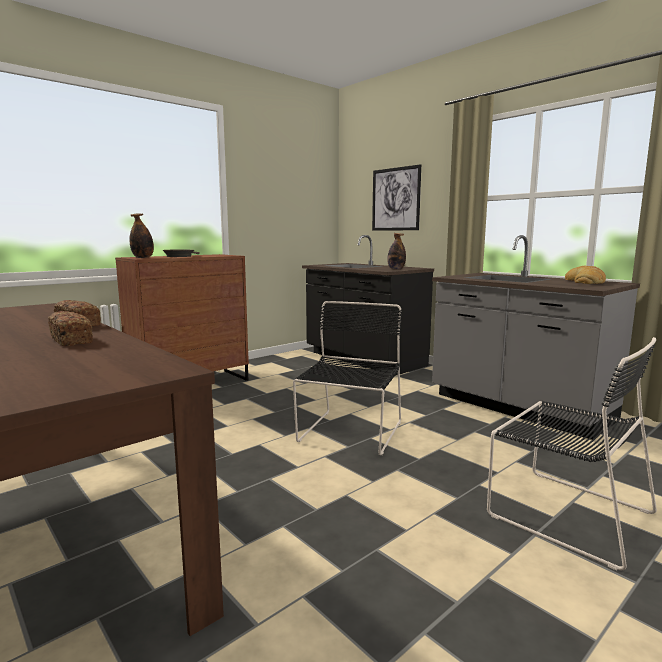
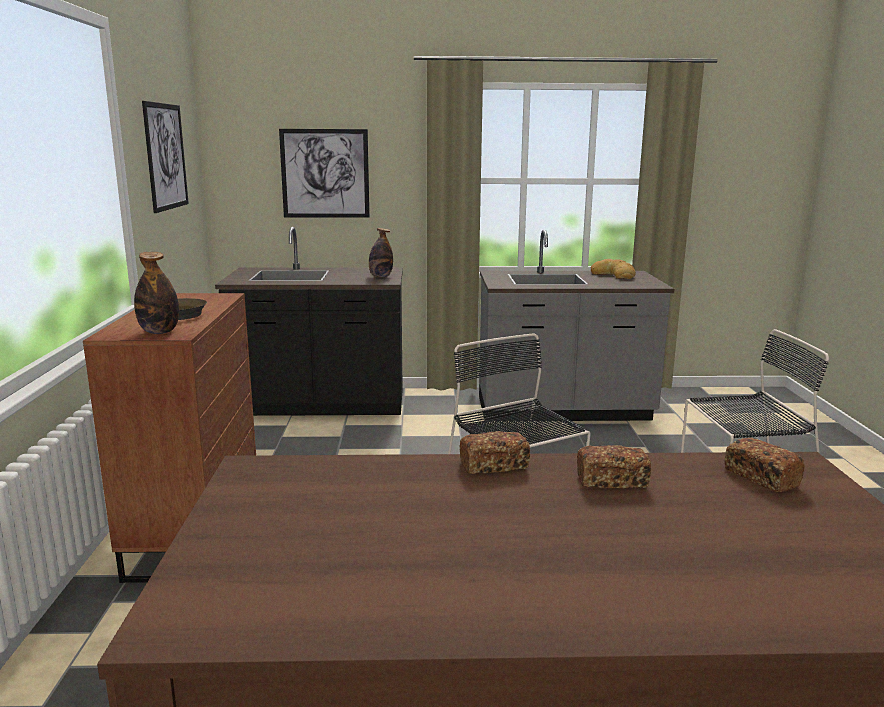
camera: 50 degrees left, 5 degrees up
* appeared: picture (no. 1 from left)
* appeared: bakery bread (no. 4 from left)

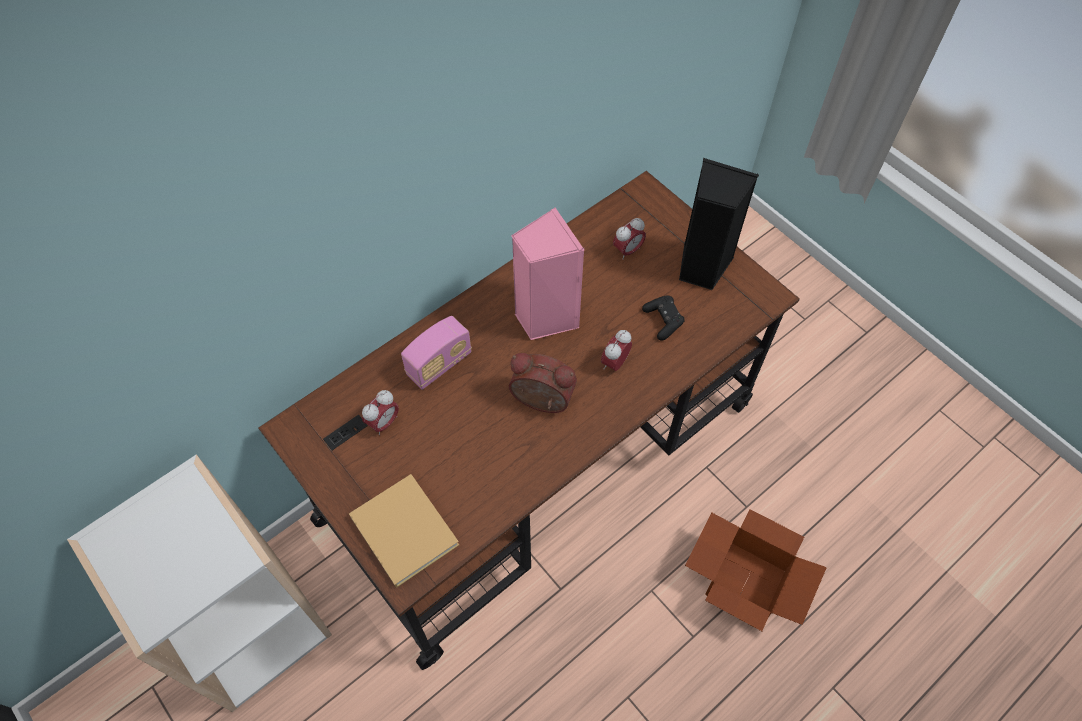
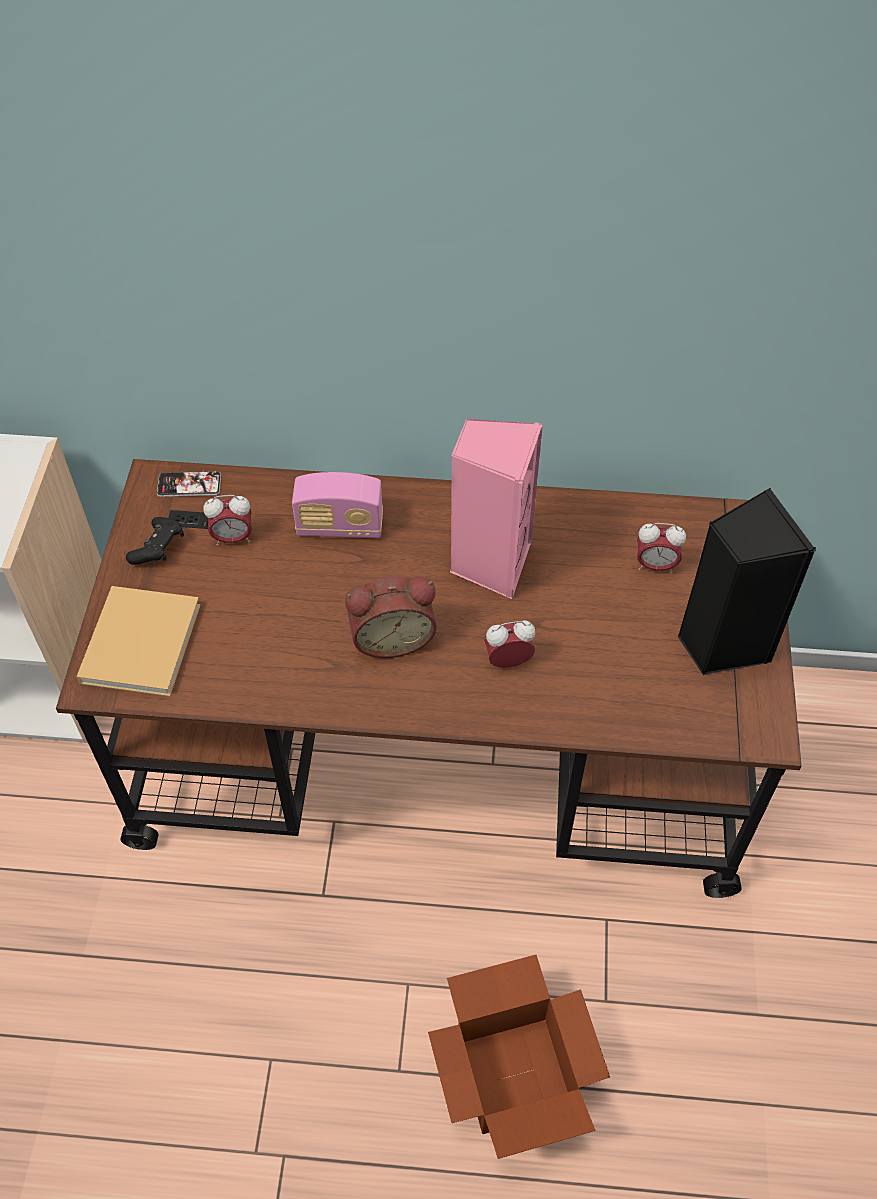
camera: 45 degrees right, 5 degrees down
* relocated: gamepad in black
* spun: alarm clock (no. 2 from left) 105 degrees clockwise
* appeared: handset

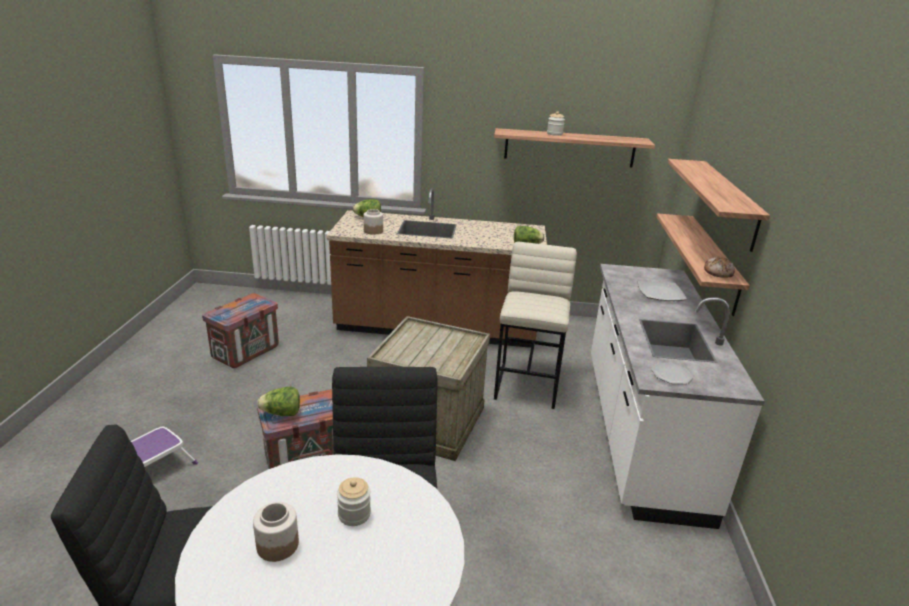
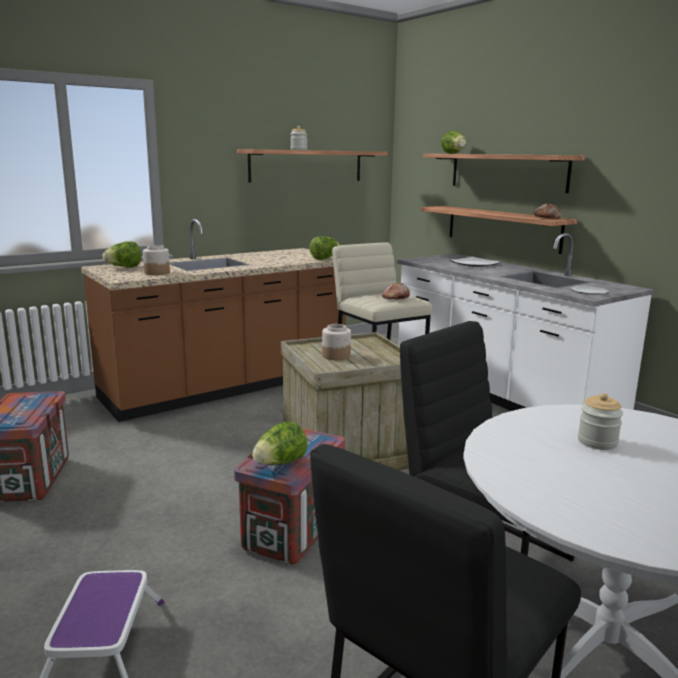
camera: 40 degrees left, 10 degrees down
* relocated: storage jar (no. 1 from left in the first image) to storage jar (no. 3 from left)
* appeared: lettuce head (no. 4 from left)
* appeared: bakery bread (no. 1 from left)

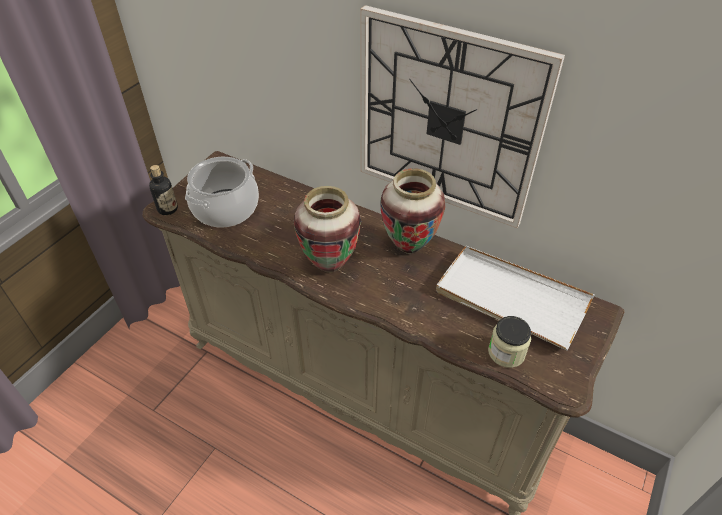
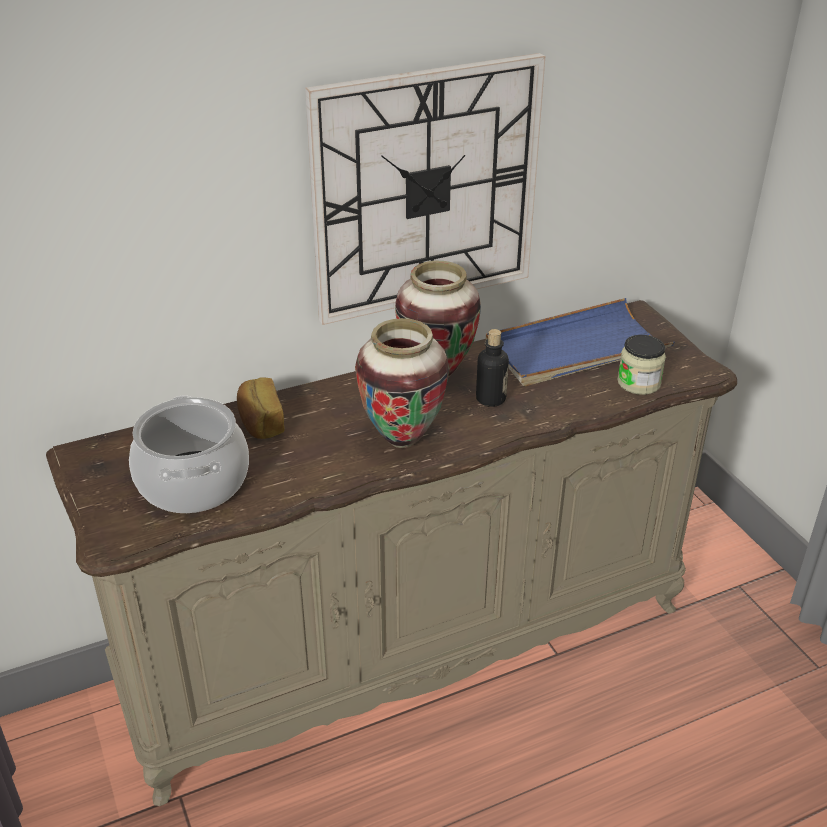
camera: 55 degrees left, 10 degrees down
* relocated: bottle
* colour: serving tray in white-coloured to serving tray in blue-coloured
* appeared: bakery bread

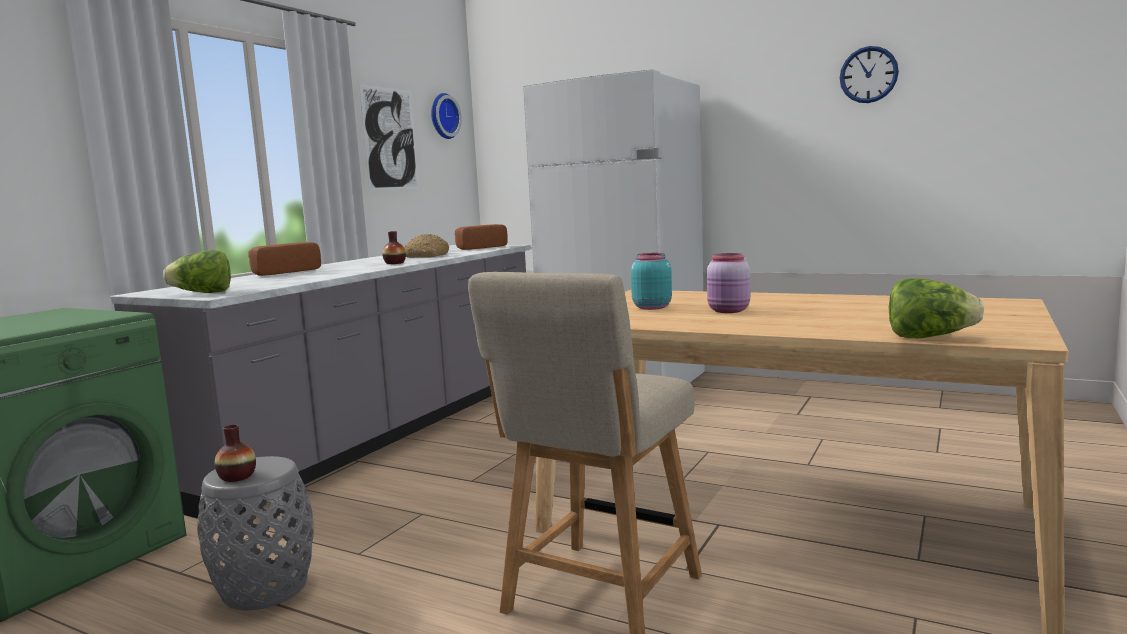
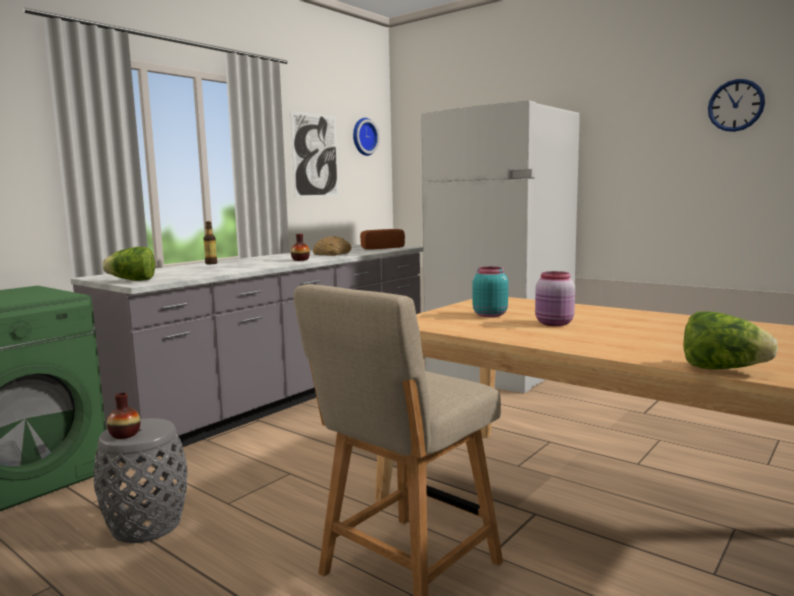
camera: 10 degrees right, 0 degrees up
* exchanged: bakery bread (no. 1 from left) to bottle

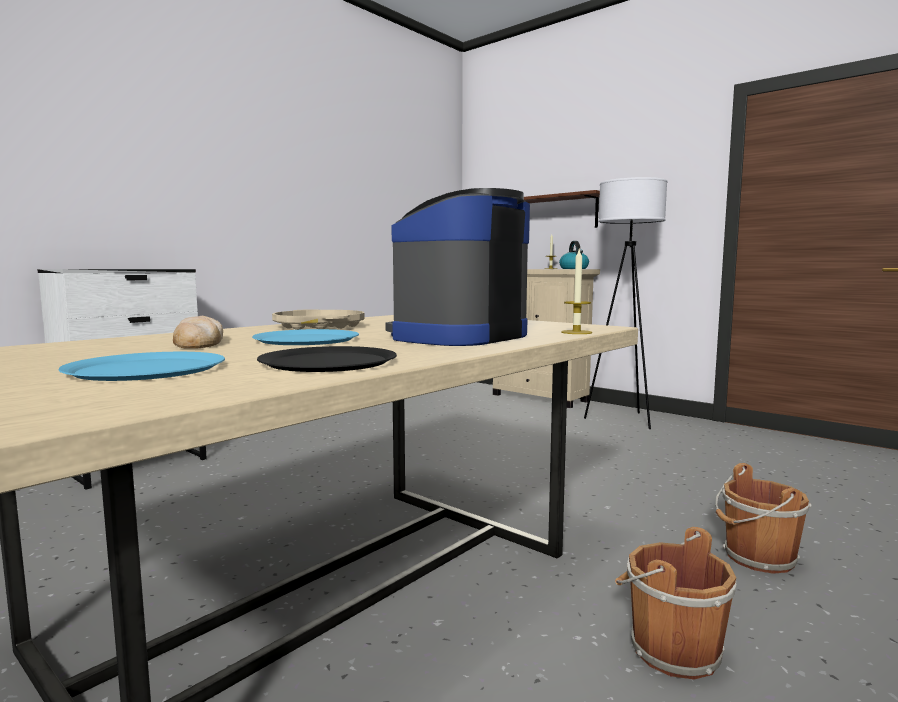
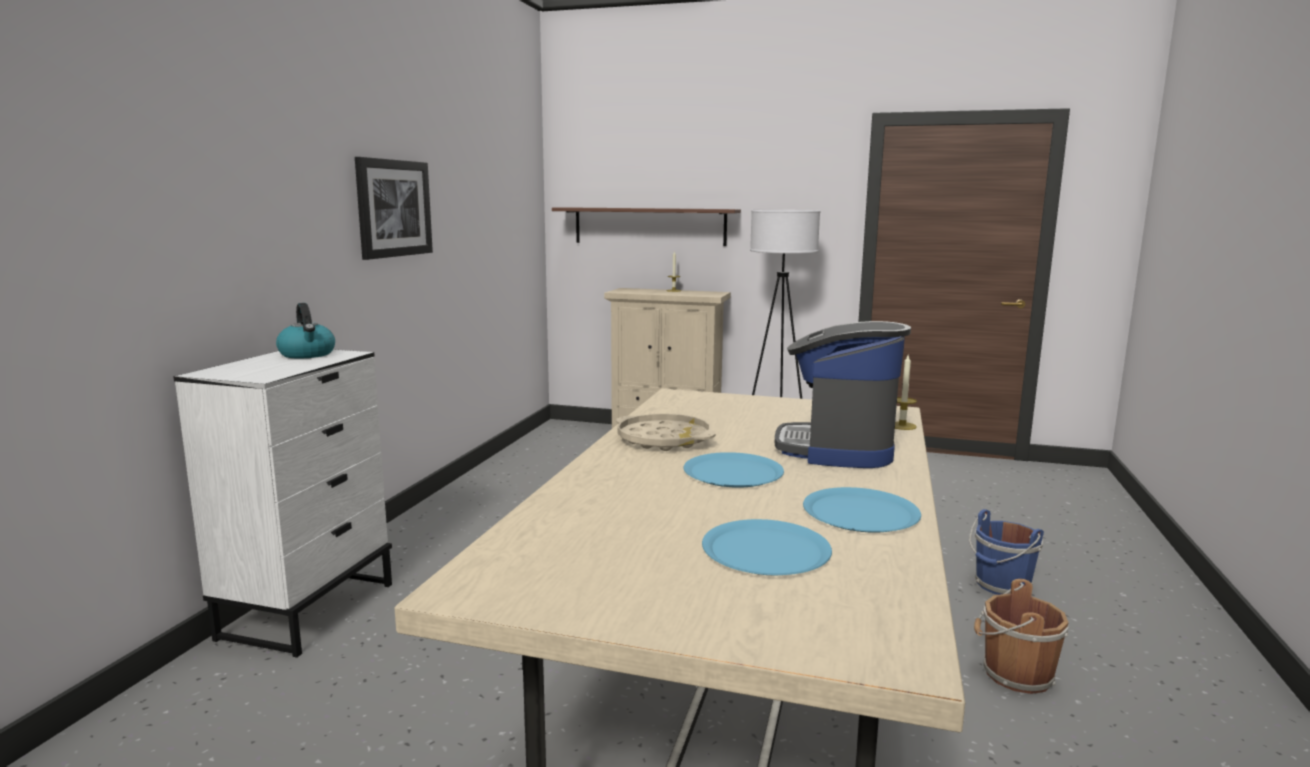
camera: 25 degrees left, 5 degrees up
* relocated: kettle
* missing: bakery bread
* colour: plate in black to plate in blue-coloured (no. 3 from left)
* colour: pail in brown-coloured (no. 2 from left) to pail in blue-coloured
* appeared: picture

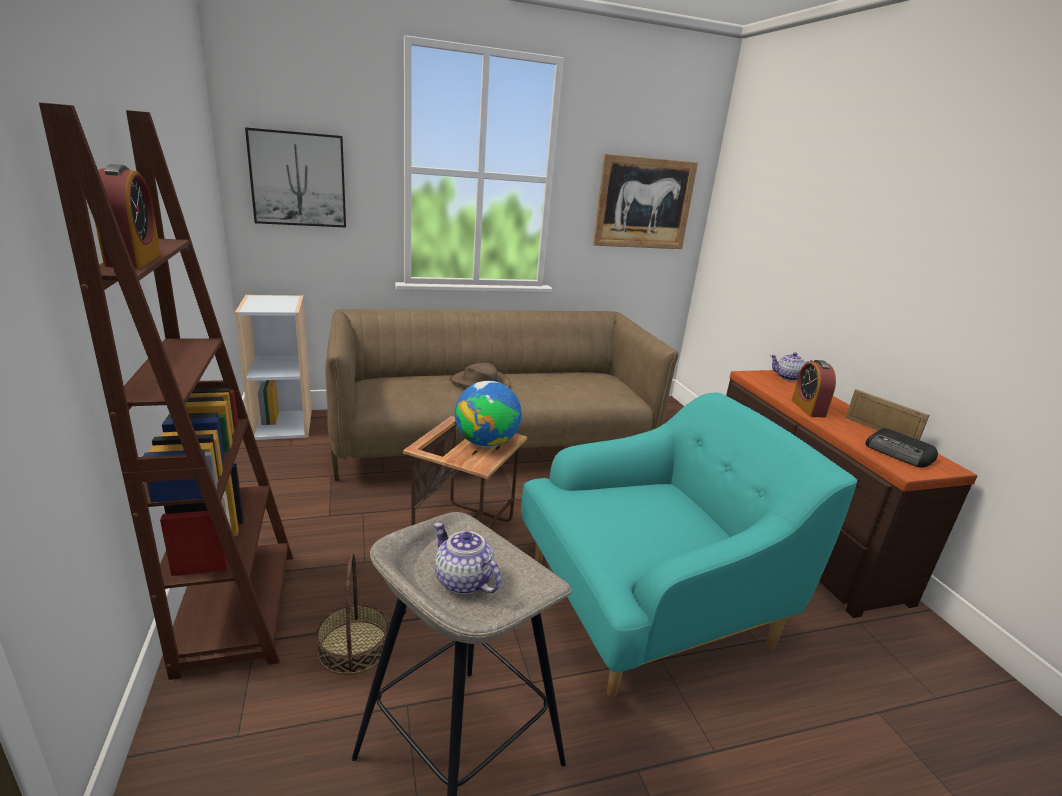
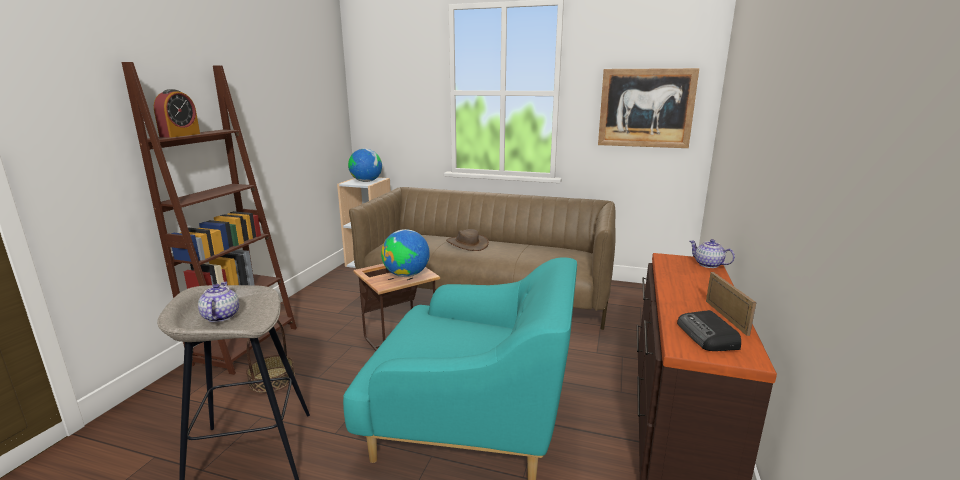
camera: 35 degrees right, 5 degrees down
* missing: picture (no. 1 from left)
* missing: alarm clock (no. 2 from left)
* appeared: globe (no. 1 from left)

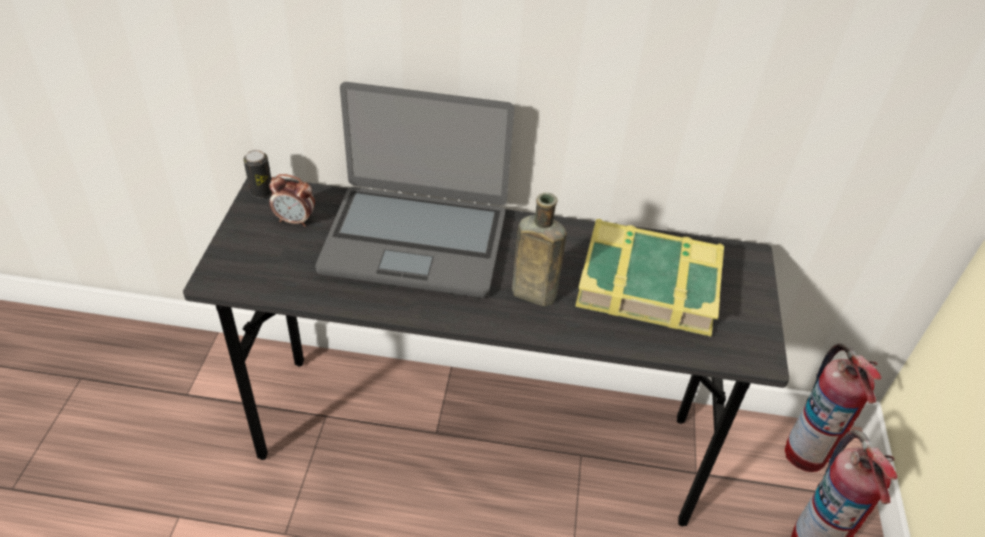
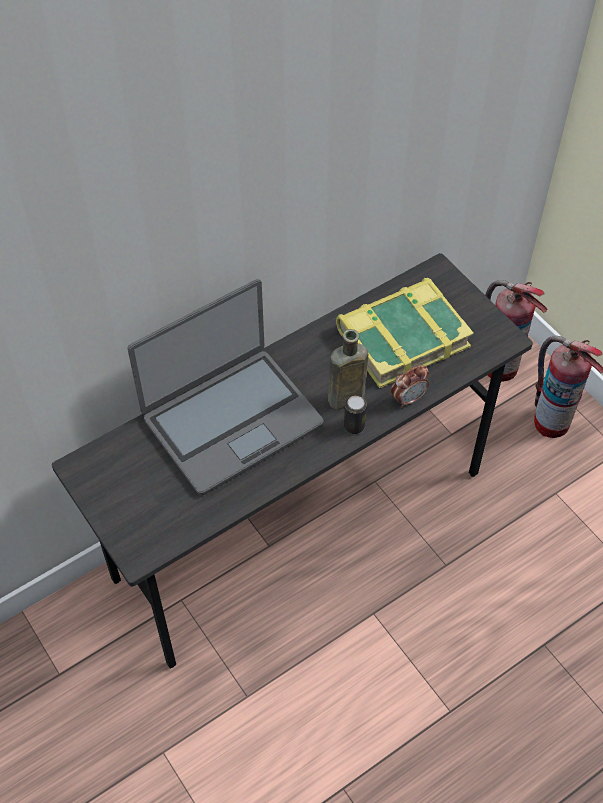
camera: 40 degrees left, 10 degrees up
* relocated: can
* relocated: alarm clock

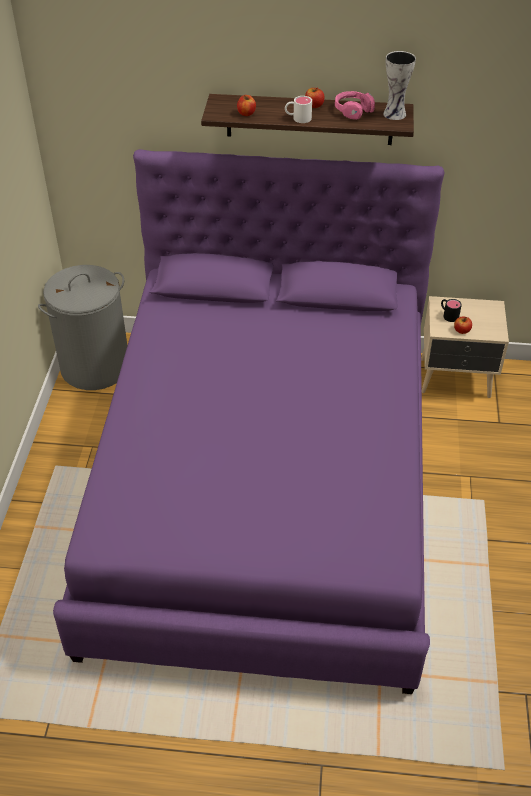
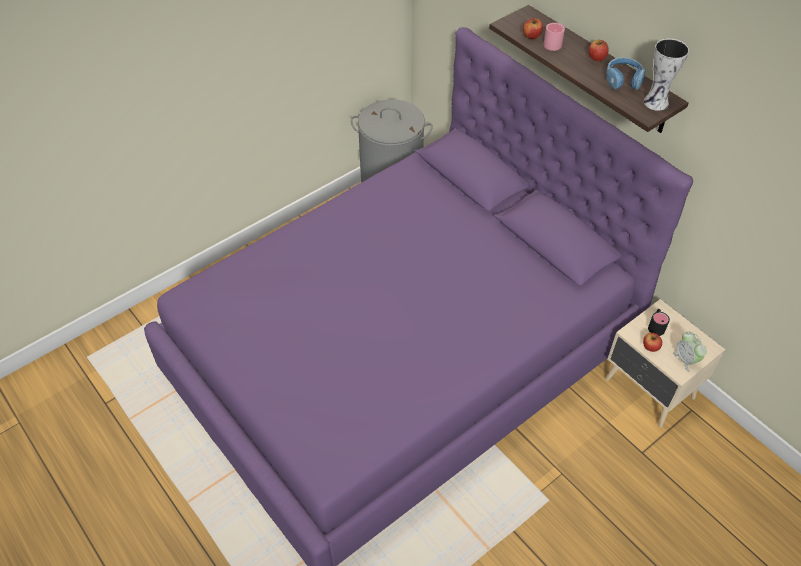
camera: 45 degrees right, 5 degrees up
* colour: headphones in pink-coloured to headphones in blue-coloured
* missing: coffee mug in white-coloured
* appeared: coffee mug in pink-coloured
* appeared: alarm clock

